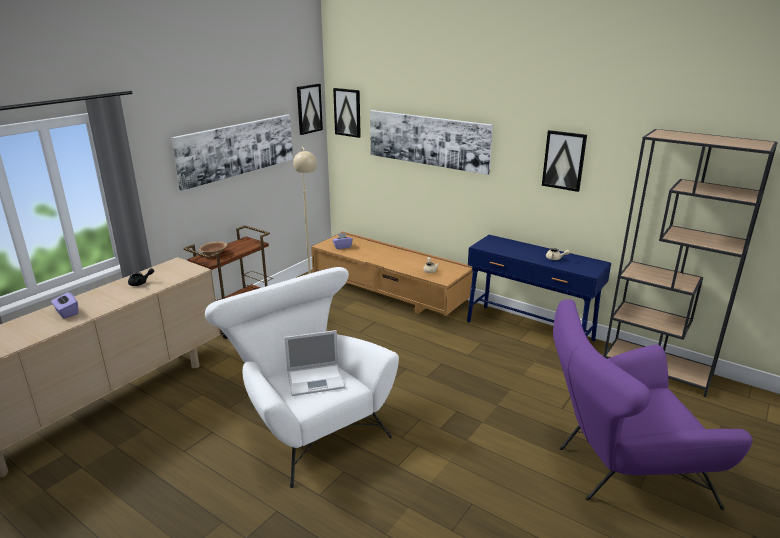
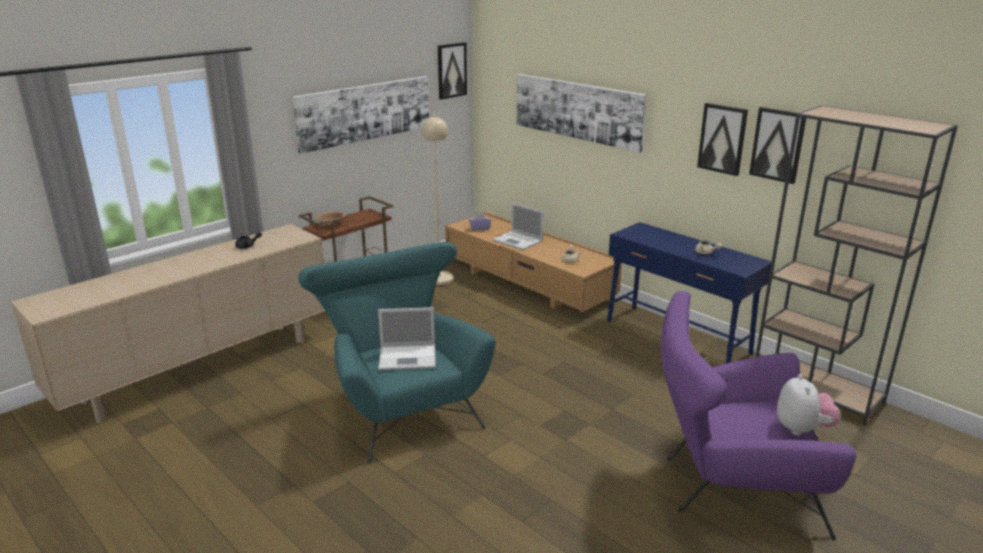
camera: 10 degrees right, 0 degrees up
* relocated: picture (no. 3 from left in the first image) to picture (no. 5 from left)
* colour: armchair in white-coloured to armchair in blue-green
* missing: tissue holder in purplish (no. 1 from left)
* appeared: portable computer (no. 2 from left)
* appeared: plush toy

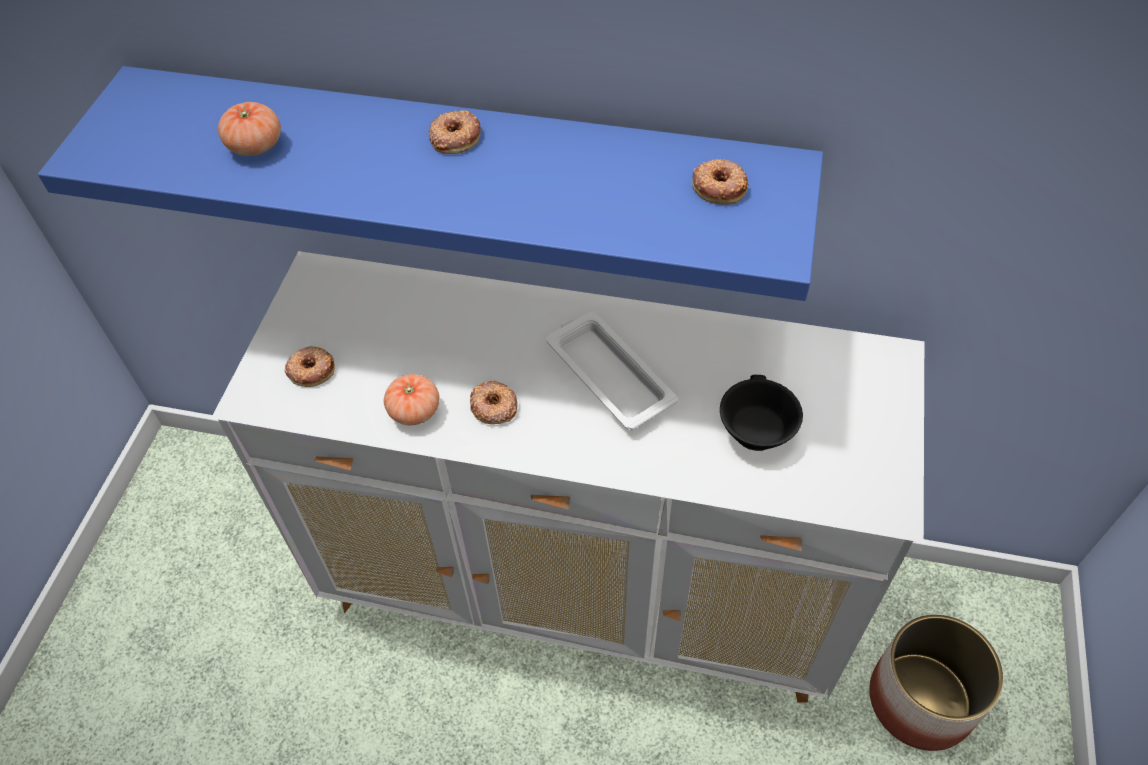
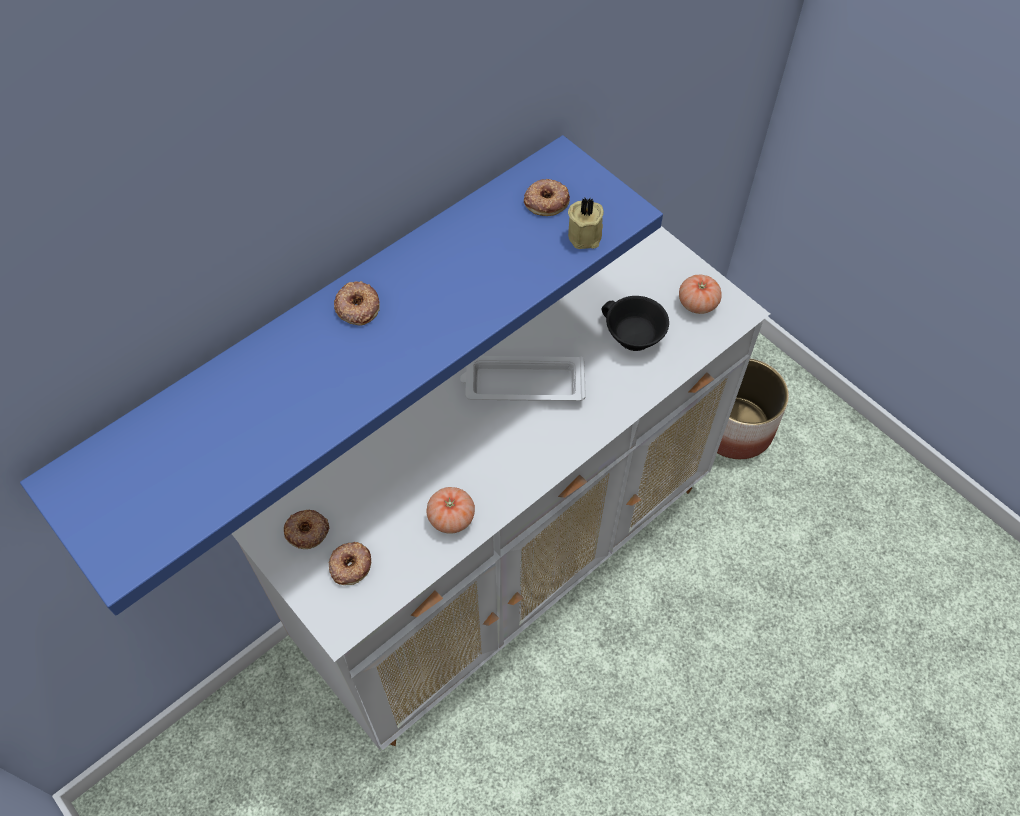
camera: 55 degrees left, 5 degrees up
* relocated: fresh tomato (no. 1 from left in the first image) to fresh tomato (no. 2 from left)
* relocated: ring doughnut (no. 3 from left in the first image) to ring doughnut (no. 1 from left)
* appeared: wax light in beige

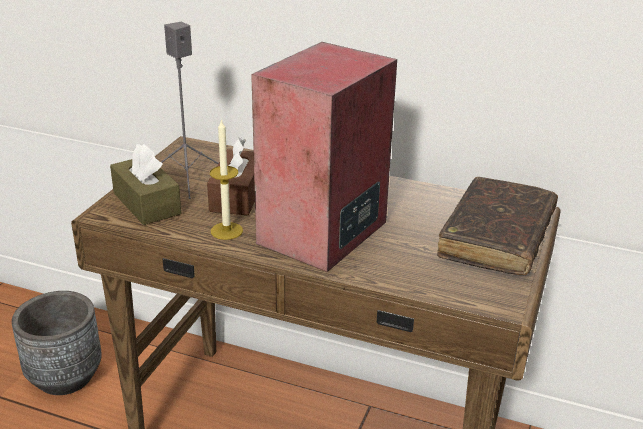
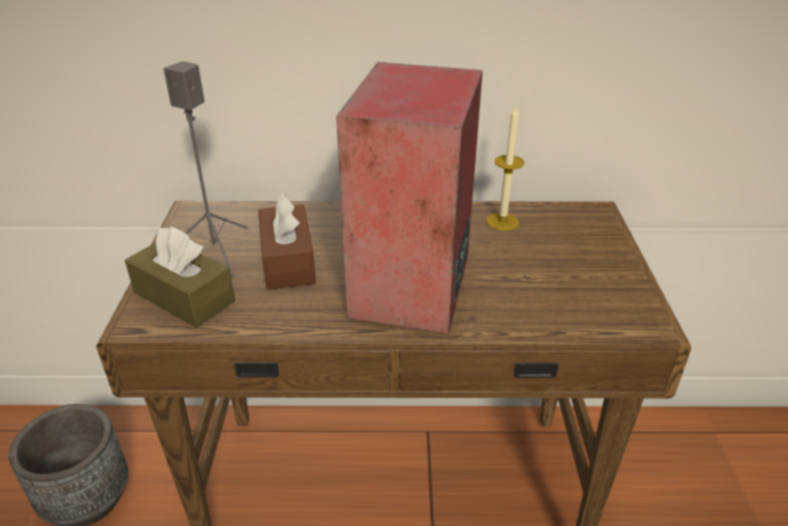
camera: 20 degrees left, 5 degrees up
* relocated: wax light
* missing: book in brown-coloured

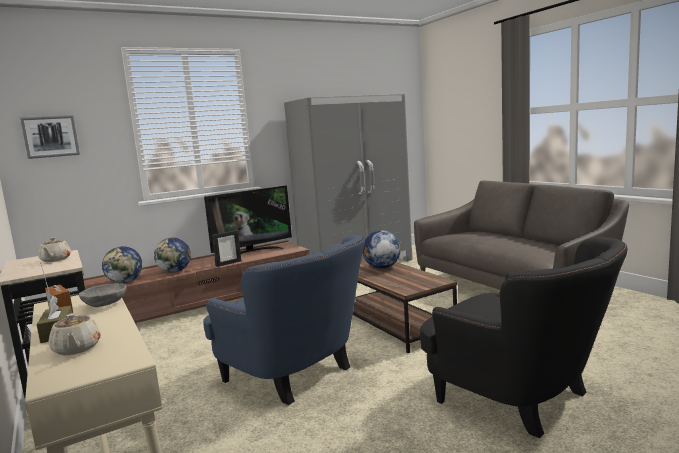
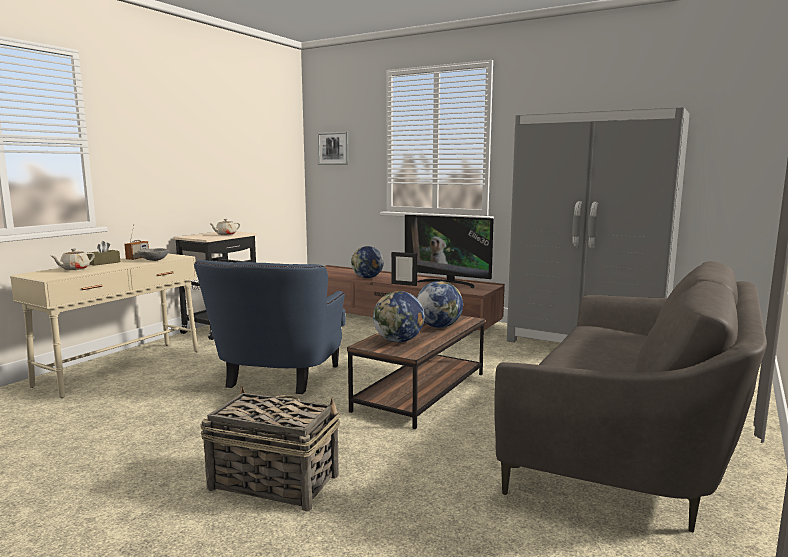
camera: 60 degrees right, 0 degrees up
* exchanged: armchair in black to household basket
* relocated: globe (no. 1 from left in the first image) to globe (no. 2 from left)

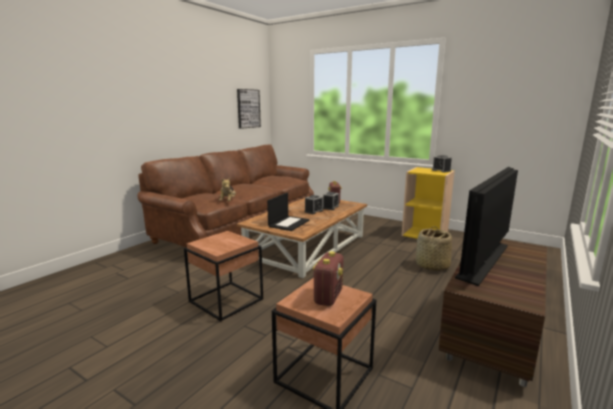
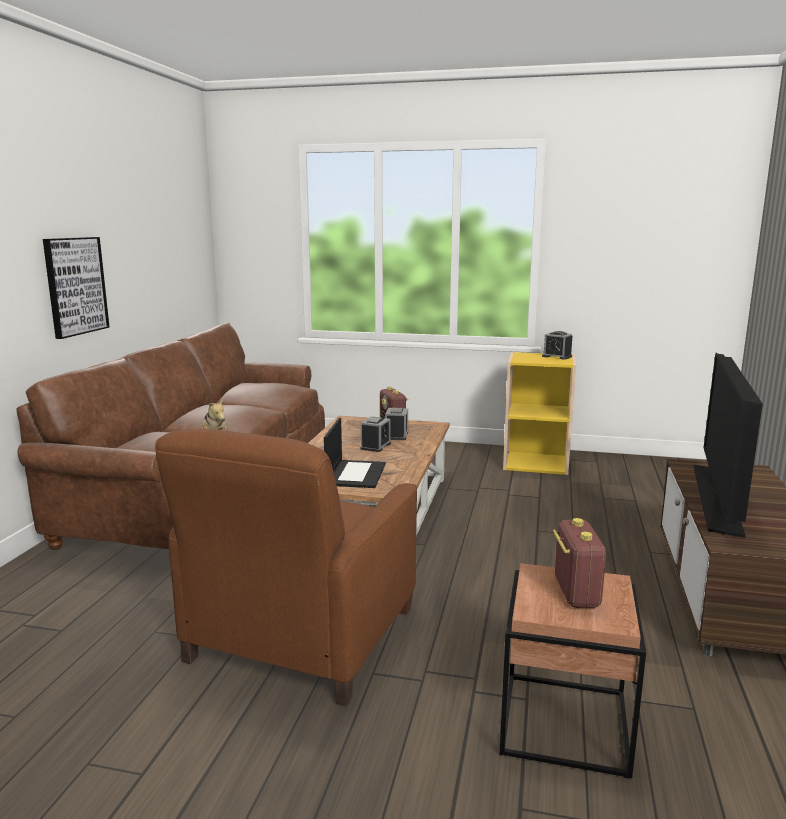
camera: 20 degrees left, 0 degrees up
* relocated: picture
* missing: household basket
* exchanged: end table in brown-coloured (no. 1 from left) to armchair in brown-coloured

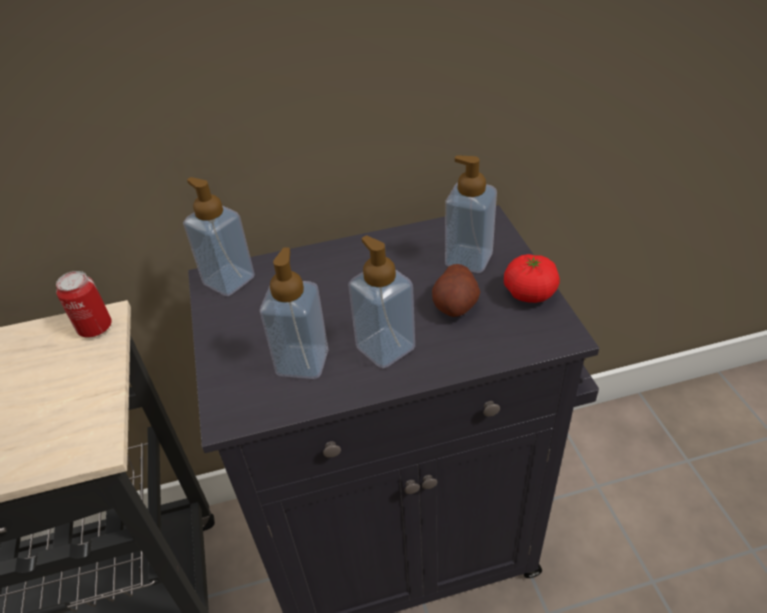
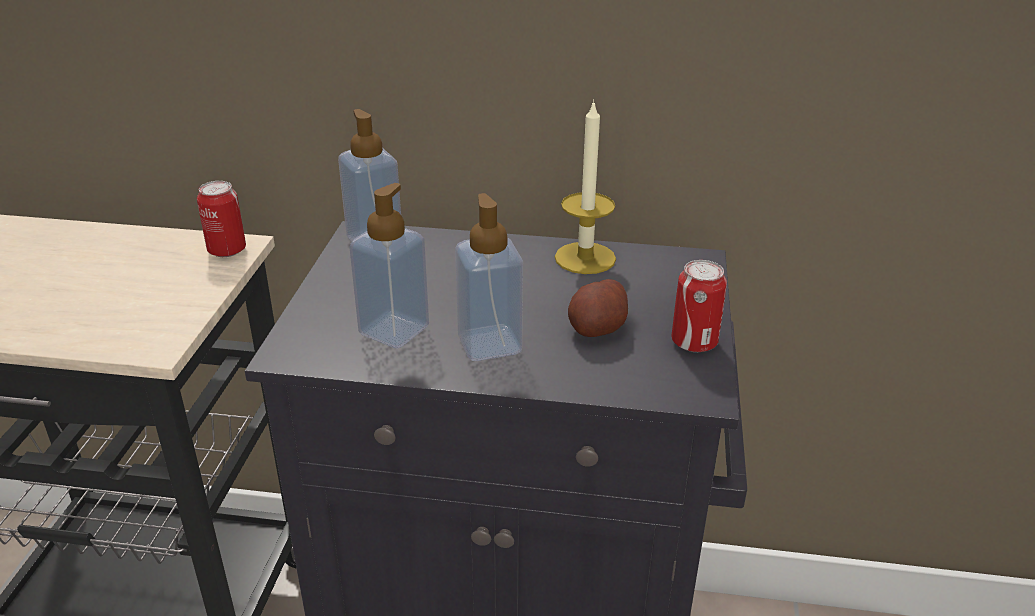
camera: 20 degrees right, 10 degrees down
* missing: liquid soap bottle (no. 4 from left)
* exchanged: fresh tomato to can (no. 2 from left)
* appeared: wax light

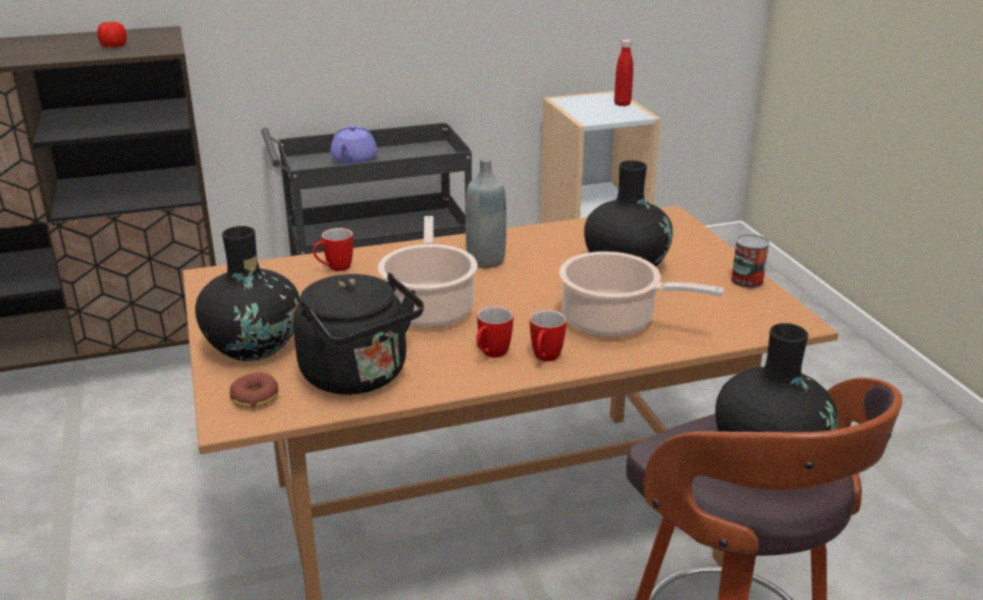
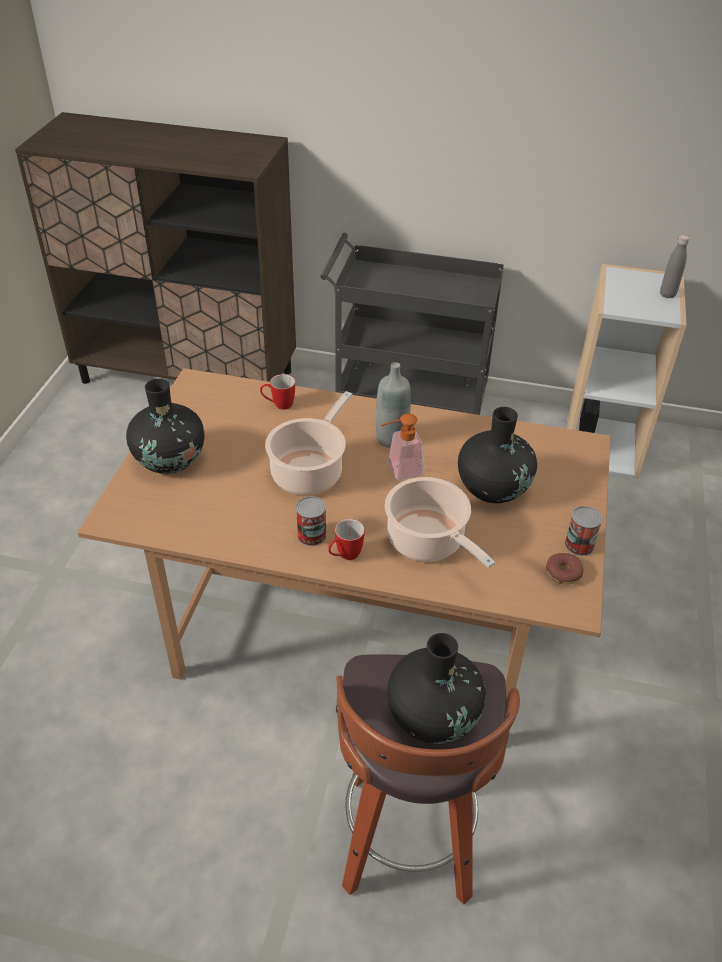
camera: 30 degrees right, 15 degrees up
* missing: fresh tomato
* colour: bottle in reddish to bottle in gray (no. 2 from left)
* missing: teapot in purplish
* missing: kettle in black
* exchanged: coffee mug (no. 2 from left) to can (no. 1 from left)
* relocated: ring doughnut
* appeared: liquid soap bottle

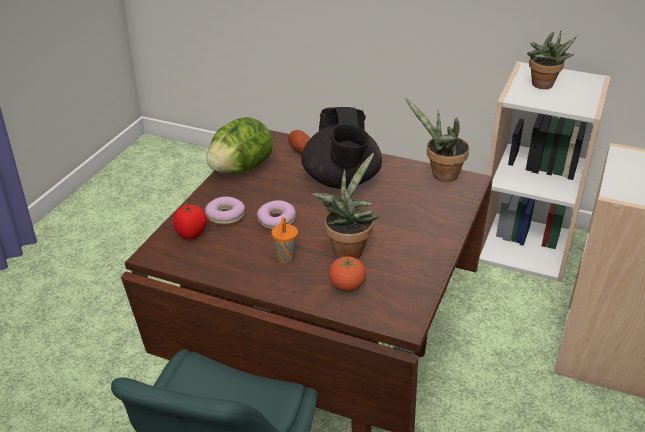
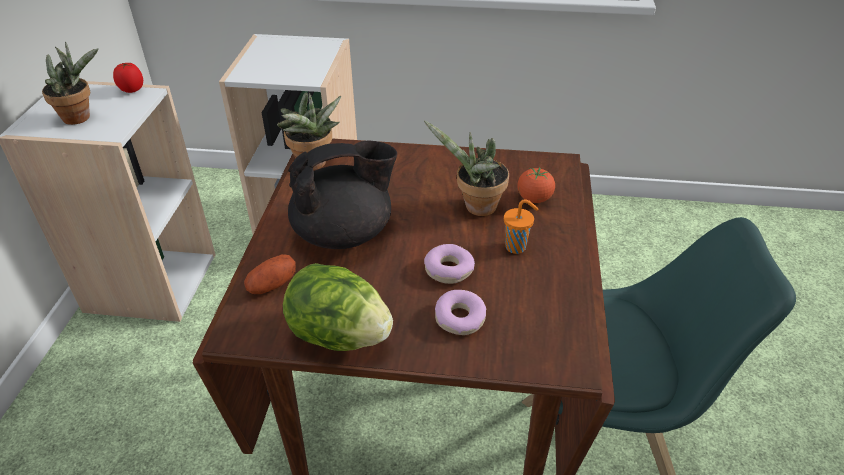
camera: 105 degrees left, 5 degrees up
* relocated: fresh tomato (no. 1 from left)

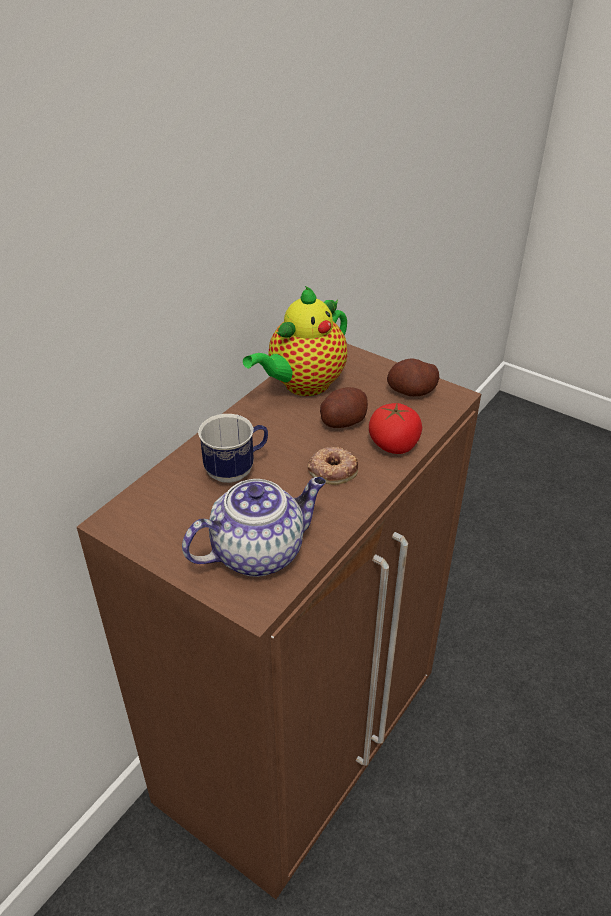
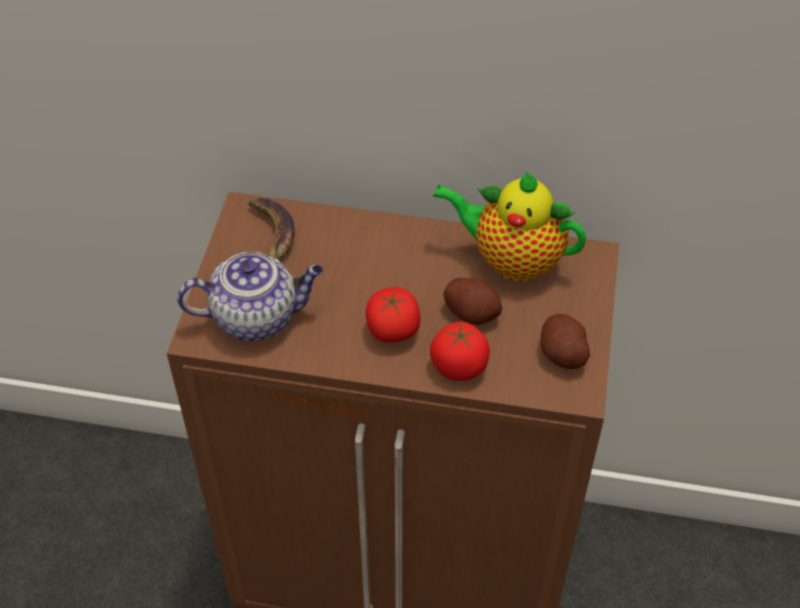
camera: 65 degrees right, 10 degrees up
* missing: coffee mug
* exchanged: ring doughnut to fresh tomato (no. 1 from left)
* spun: teapot (no. 1 from left) 45 degrees counterclockwise
* appeared: whole banana

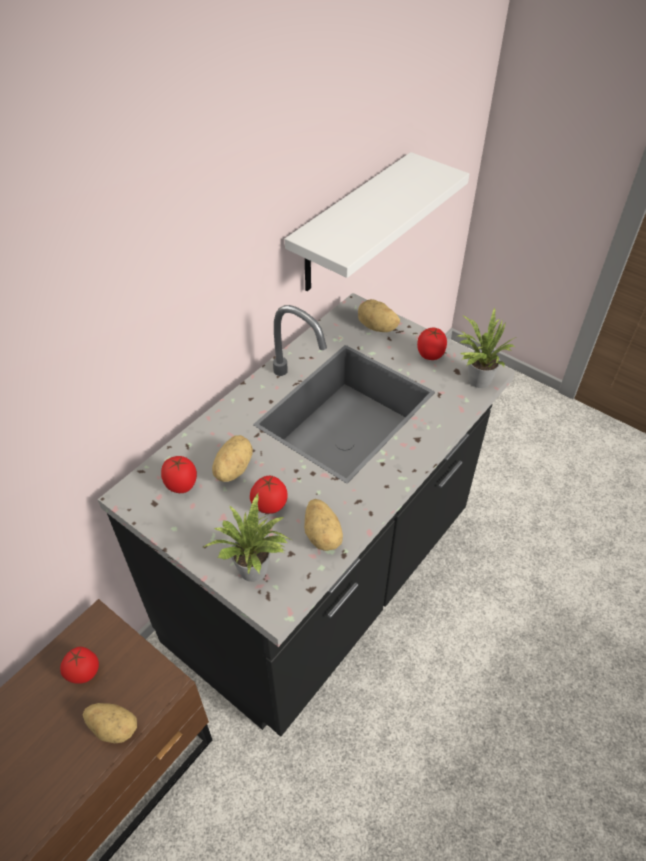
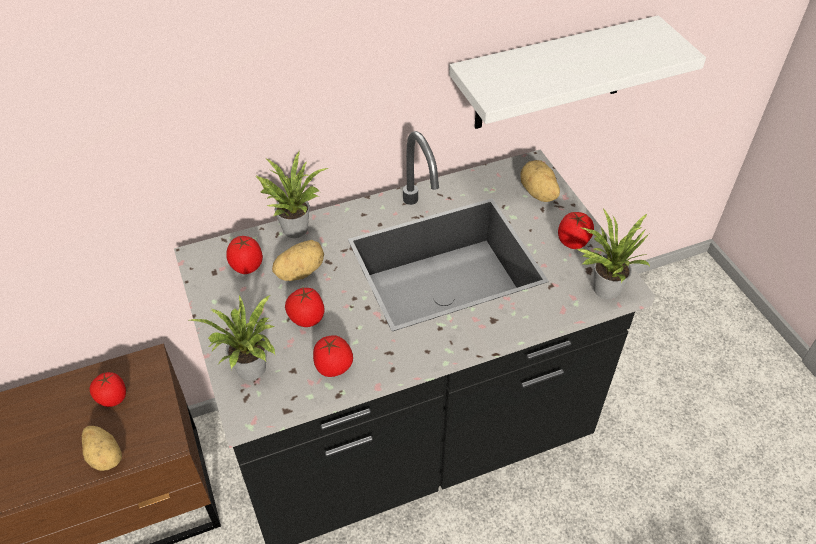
camera: 30 degrees right, 0 degrees up
* exchanged: whole potato (no. 3 from left) to fresh tomato (no. 4 from left)
* appeared: plant in a pot (no. 2 from left)

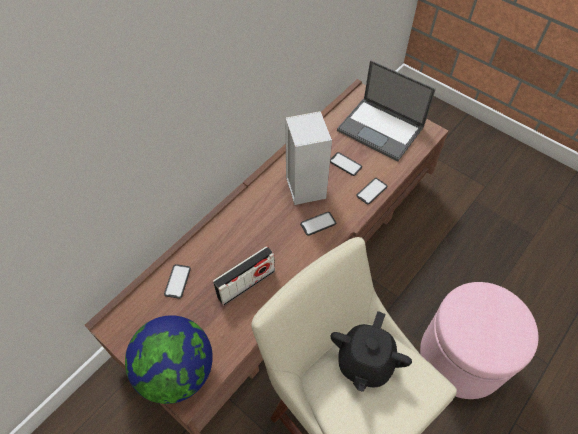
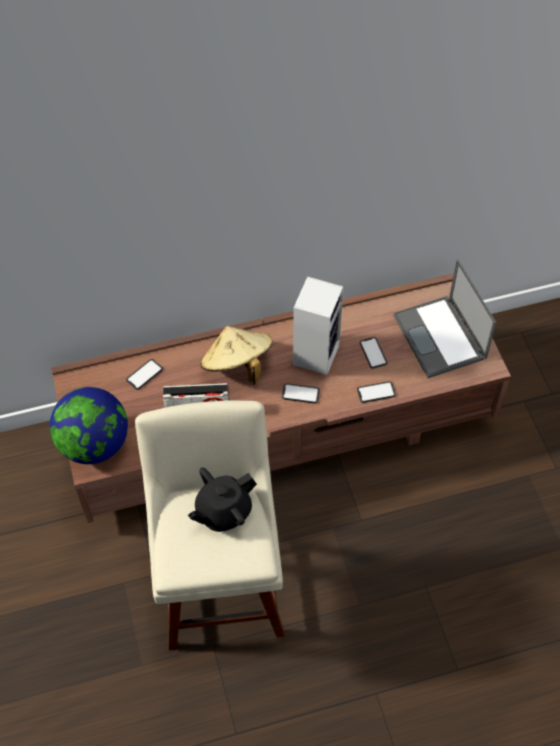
camera: 35 degrees right, 0 degrees up
* missing: footrest in pink-coloured
* appeared: clothing hat in beige

